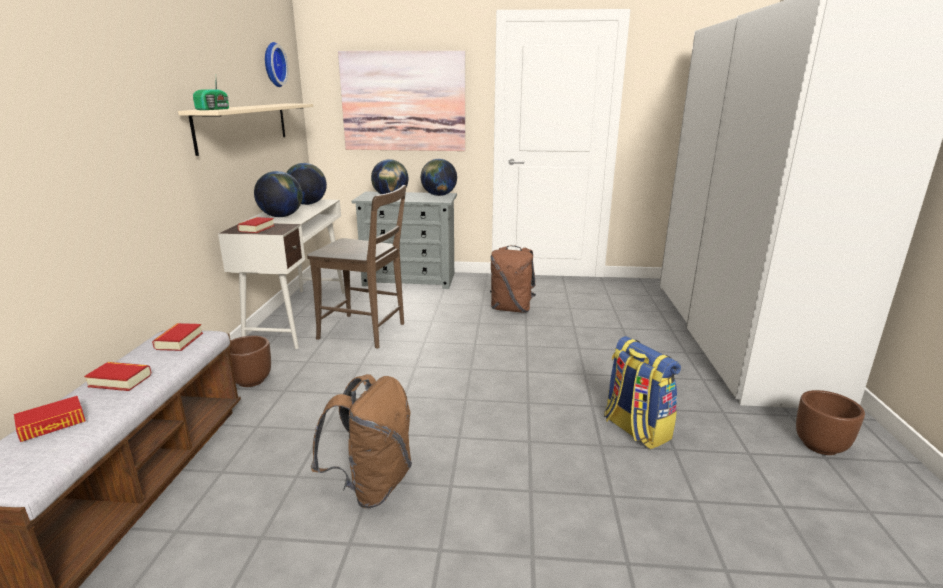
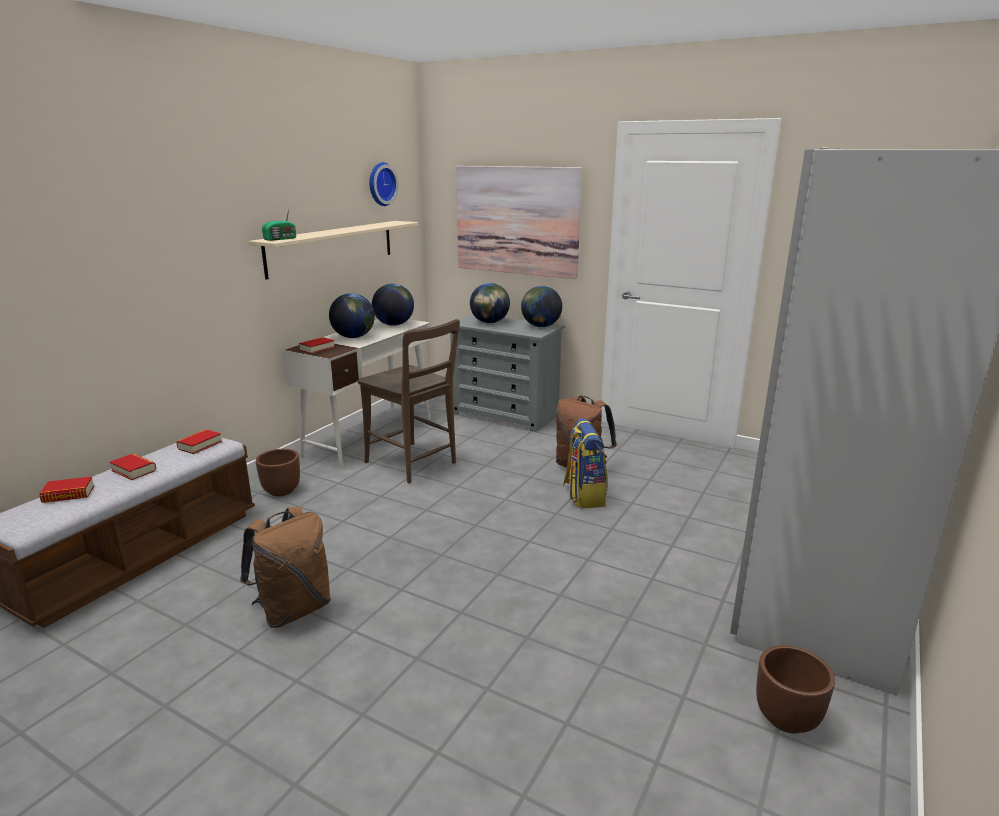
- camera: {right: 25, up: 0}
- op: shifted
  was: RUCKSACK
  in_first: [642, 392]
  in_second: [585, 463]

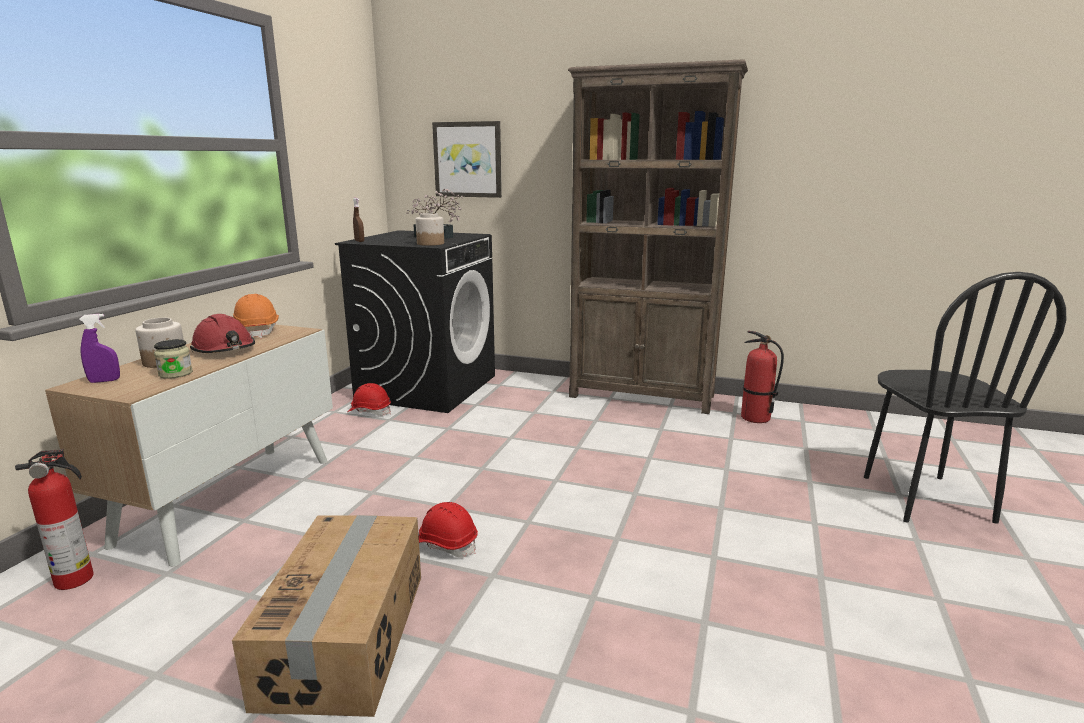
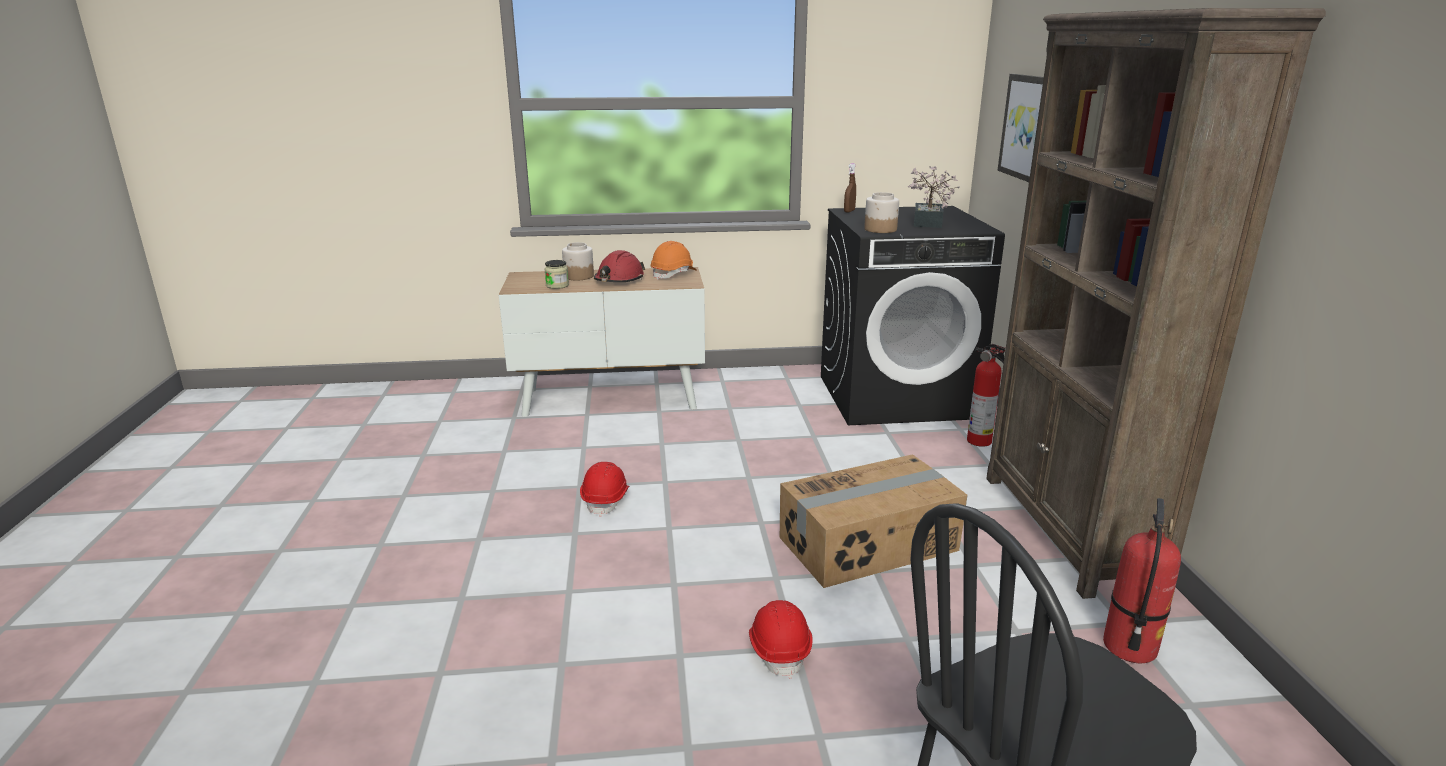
- camera: {right: 65, up: 5}
- op: gone
  was: PURPLISH SPRAYER
  in_first: [99, 348]
- op: shifted
  was: RED-COLOURED SAFETY HELMET
  in_first: [369, 399]
  in_second: [781, 639]
- op: shifted
  was: FIRE EXTINGUISHER
  in_first: [54, 519]
  in_second: [986, 395]
- op: shifted
  was: CARDBOARD BOX
  in_first: [326, 616]
  in_second: [873, 521]

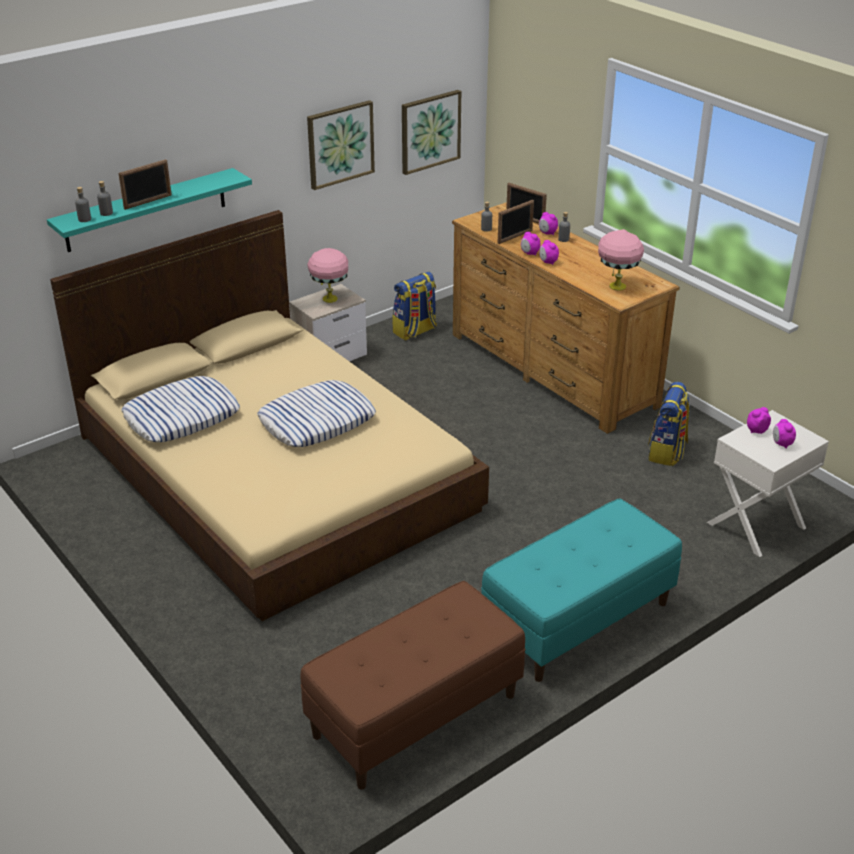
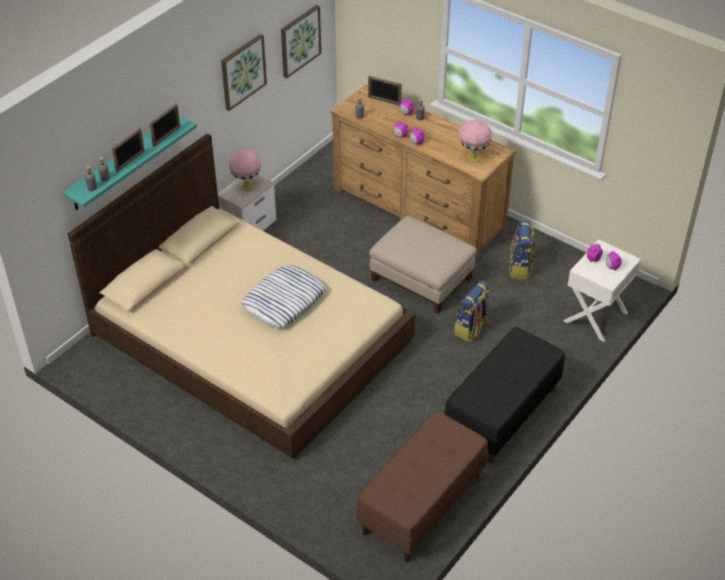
- camera: {right: -15, up: 10}
- op: shifted
  was: PHOTO FRAME
  in_first: [515, 222]
  in_second: [164, 125]
- op: shifted
  was: RUCKSACK
  in_first: [415, 306]
  in_second: [472, 311]
- op: gone
  was: THROW PILLOW
  in_first: [180, 409]
- op: repainted
  was: TURQUOISE BENCH
  now: BLACKISH BENCH
  in_first: [581, 590]
  in_second: [504, 395]
- op: new
  now: BEIGE-COLOURED FOOTREST
  in_second: [423, 264]

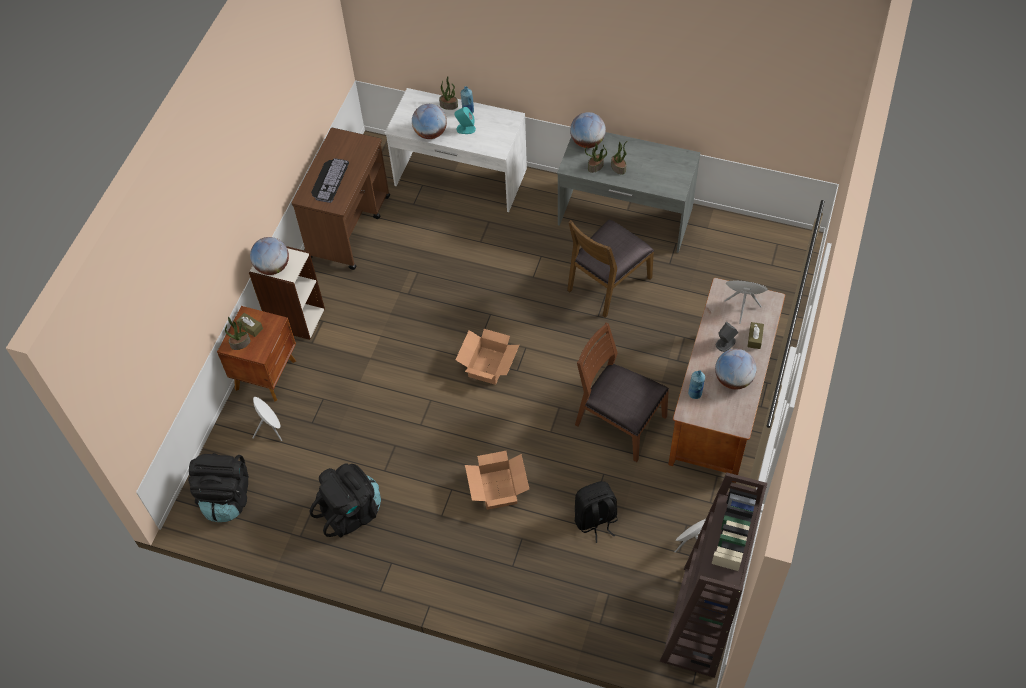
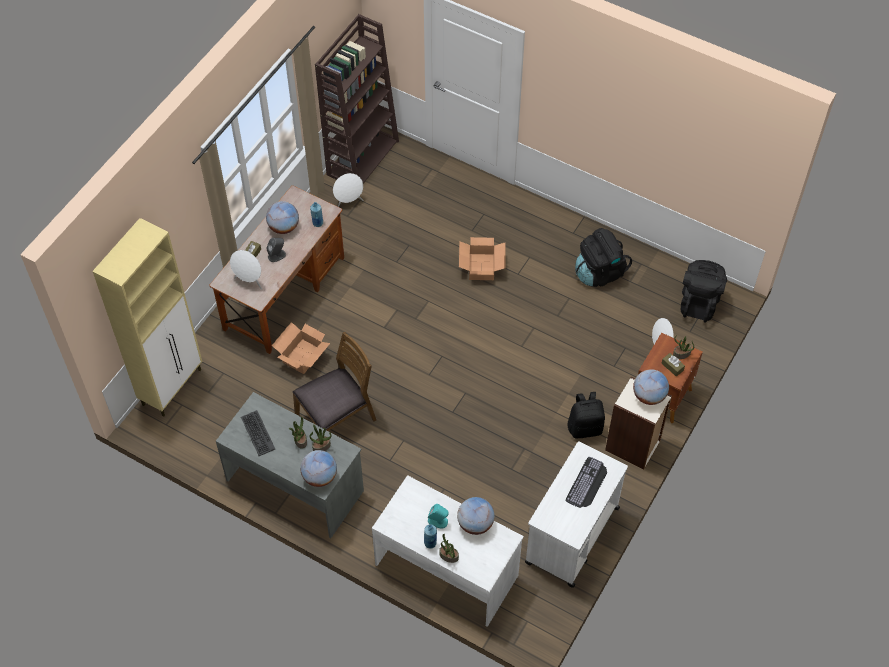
- camera: {right: -170, up: 0}
- op: repainted
  was: BROWN-COLOURED WHEELED CART
  now: WHITE WHEELED CART
  in_first: [340, 199]
  in_second: [576, 515]
- op: gone
  was: BROWN-COLOURED PLAIN CHAIR
  in_first: [622, 392]
- op: shifted
  was: CARDBOARD BOX
  in_first: [487, 357]
  in_second: [301, 348]
- op: shifted
  was: BLACKISH RUCKSACK
  in_first: [596, 512]
  in_second: [586, 415]
- op: new
  now: BEIGE-COLOURED CUPBOARD
  in_second: [147, 317]
- op: new
  now: KEYBOARD
  in_second: [258, 433]

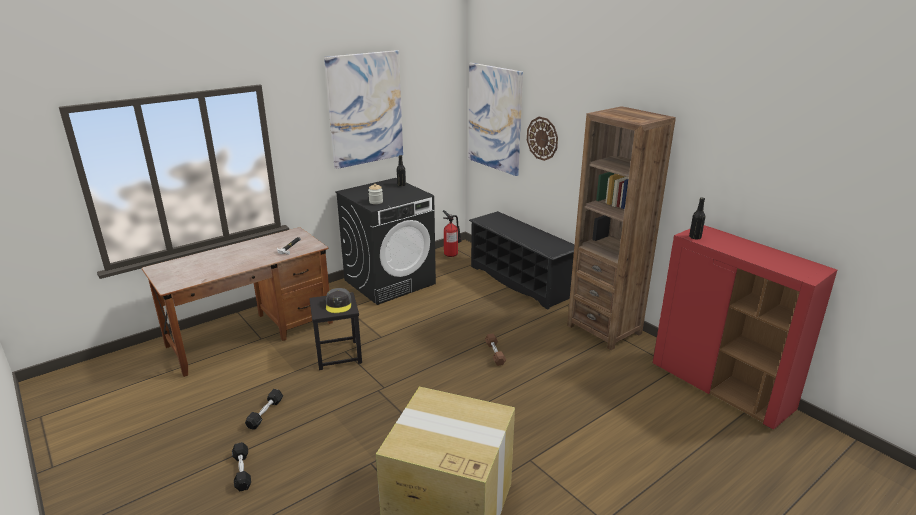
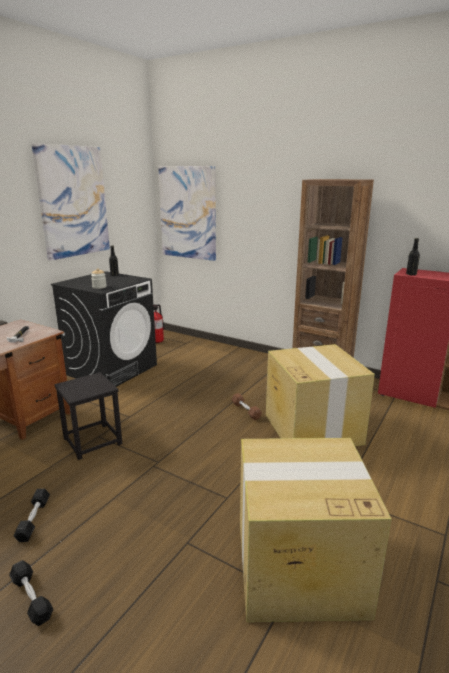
- camera: {right: -20, up: -5}
- op: gone
  was: HANGING CLOCK
  in_first: [542, 139]
- op: gone
  was: BLACKISH SHOE SHELF
  in_first: [522, 260]
- op: gone
  was: GRAY CAP
  in_first: [338, 300]
- op: new
  now: CARDBOARD BOX
  in_second: [320, 395]

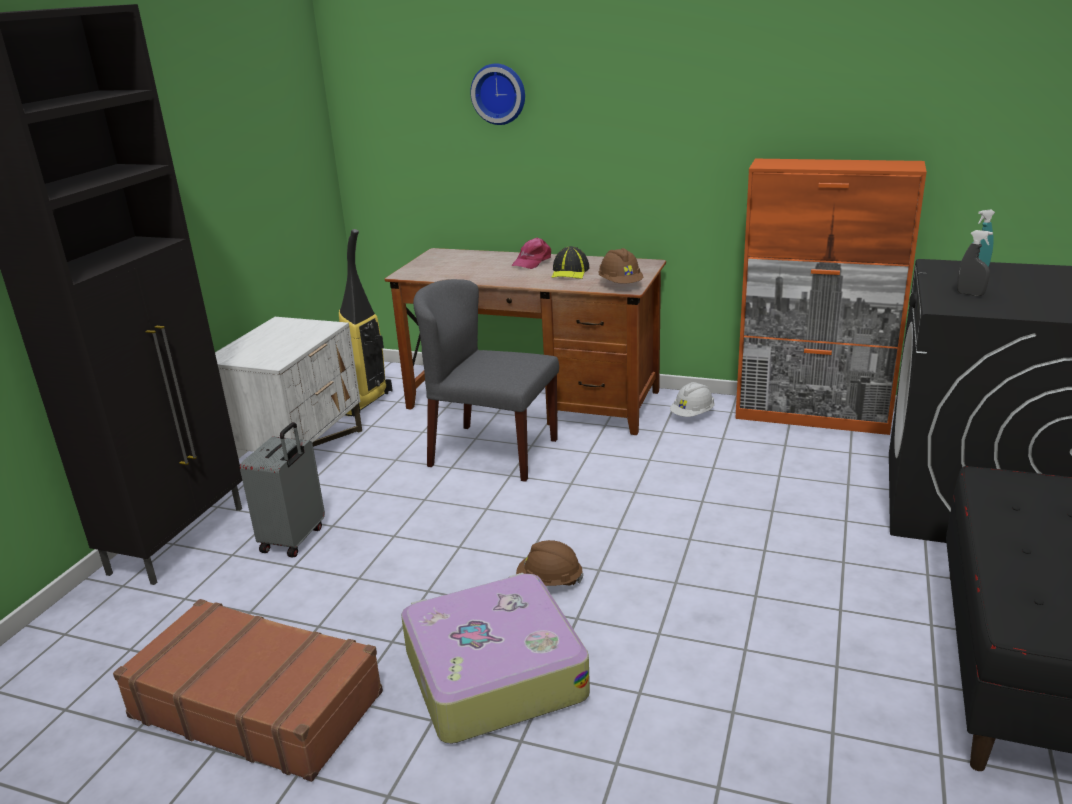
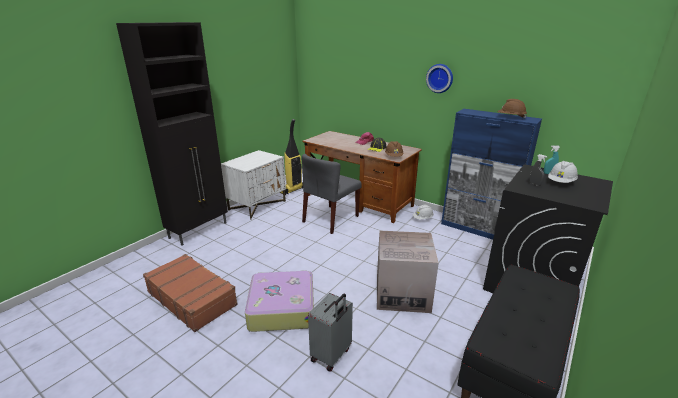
- camera: {right: 15, up: 0}
- op: shifted
  was: HANGING CLOCK
  in_first: [497, 94]
  in_second: [439, 78]
- op: repainted
  was: ORANGE-COLOURED CUPBOARD
  now: BLUISH CUPBOARD
  in_first: [831, 297]
  in_second: [491, 174]
- op: rotated
  was: GRAY PLAIN CHAIR
  in_first: [486, 380]
  in_second: [332, 194]
  clockwise: -90
- op: shifted
  was: GRAY TRAVEL CASE
  in_first: [282, 489]
  in_second: [330, 332]
- op: shifted
  was: BROWN-COLOURED SAFETY HELMET
  in_first: [550, 563]
  in_second: [512, 109]
- op: new
  now: WHITE SAFETY HELMET
  in_second: [563, 172]
- op: new
  now: CARDBOARD BOX
  in_second: [408, 271]

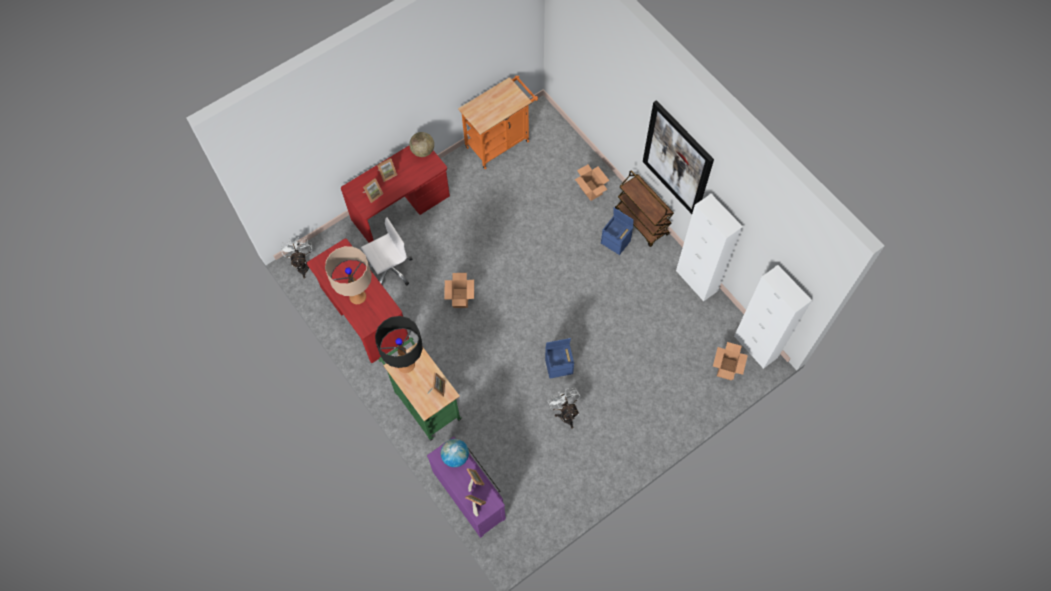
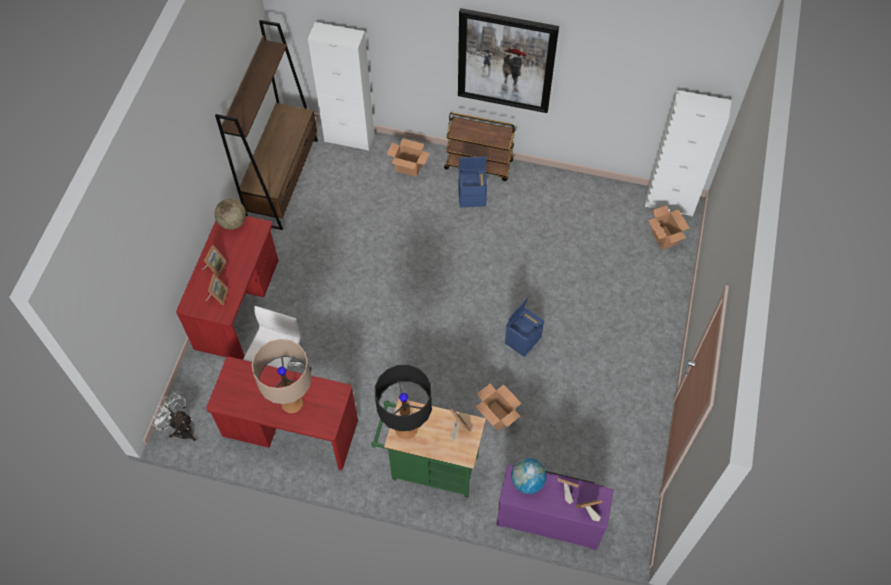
- camera: {right: -40, up: -5}
- op: swapped
  was: ORANGE-COLOURED WHEELED CART
  now: BROWN-COLOURED BOOKCASE
  in_first: [498, 122]
  in_second: [266, 125]
- op: shifted
  was: WHITE CUPBOARD
  in_first: [709, 248]
  in_second: [341, 86]
- op: shifted
  was: CARDBOARD BOX
  in_first: [459, 290]
  in_second: [498, 407]
- op: gone
  was: WHITE FAN
  in_first: [564, 408]

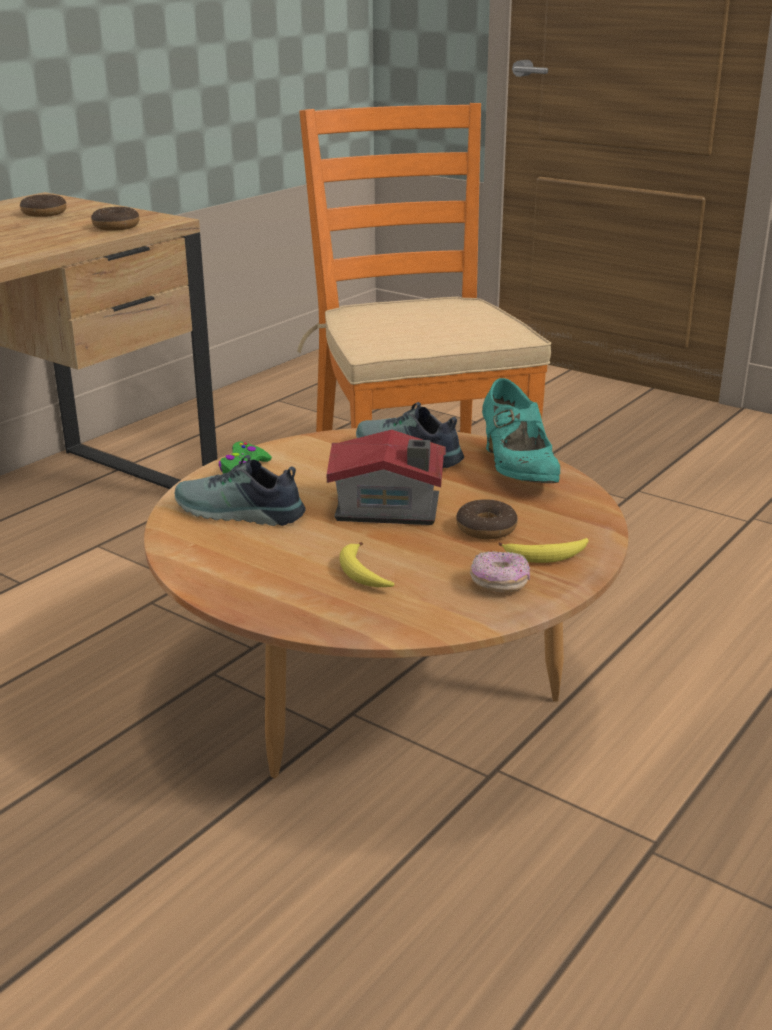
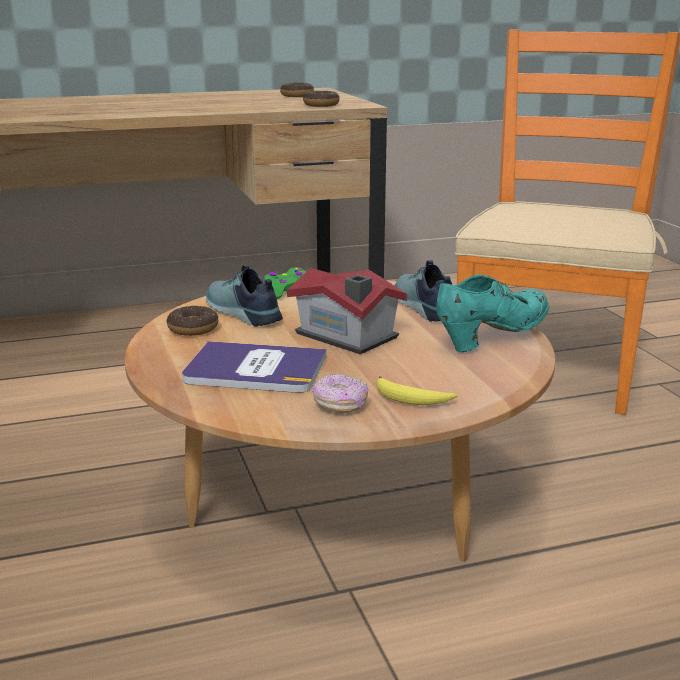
- camera: {right: 35, up: -5}
- op: rotated
  was: TURQUOISE ITEM OF FOOTWEAR
  in_first: [521, 430]
  in_second: [492, 313]
  clockwise: -150
- op: shifted
  was: DONUT
  in_first: [487, 519]
  in_second: [192, 321]
- op: swapped
  was: BANANA
  now: VOLUME
  in_first: [367, 564]
  in_second: [254, 367]

